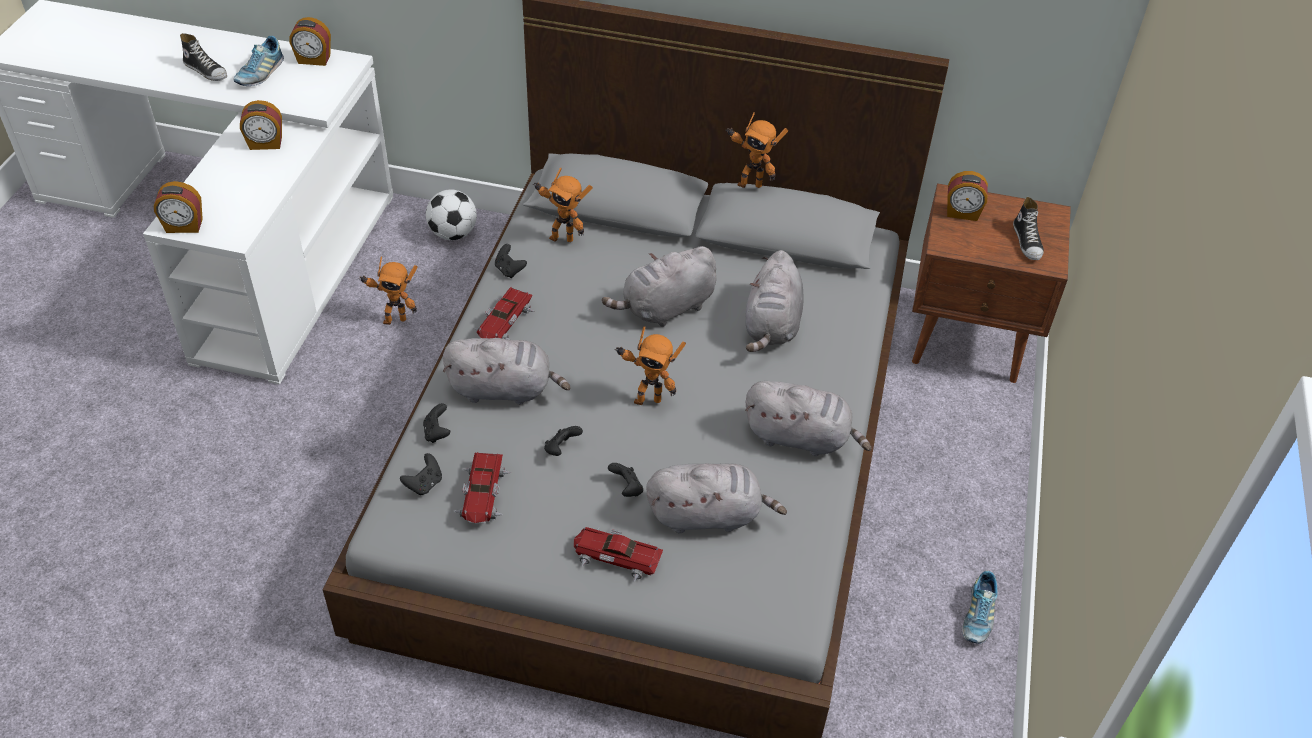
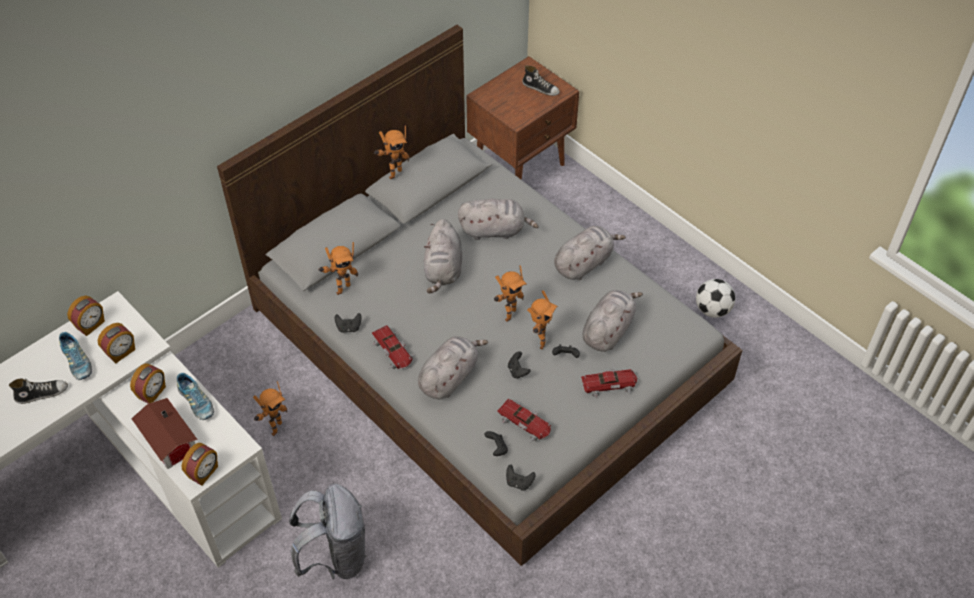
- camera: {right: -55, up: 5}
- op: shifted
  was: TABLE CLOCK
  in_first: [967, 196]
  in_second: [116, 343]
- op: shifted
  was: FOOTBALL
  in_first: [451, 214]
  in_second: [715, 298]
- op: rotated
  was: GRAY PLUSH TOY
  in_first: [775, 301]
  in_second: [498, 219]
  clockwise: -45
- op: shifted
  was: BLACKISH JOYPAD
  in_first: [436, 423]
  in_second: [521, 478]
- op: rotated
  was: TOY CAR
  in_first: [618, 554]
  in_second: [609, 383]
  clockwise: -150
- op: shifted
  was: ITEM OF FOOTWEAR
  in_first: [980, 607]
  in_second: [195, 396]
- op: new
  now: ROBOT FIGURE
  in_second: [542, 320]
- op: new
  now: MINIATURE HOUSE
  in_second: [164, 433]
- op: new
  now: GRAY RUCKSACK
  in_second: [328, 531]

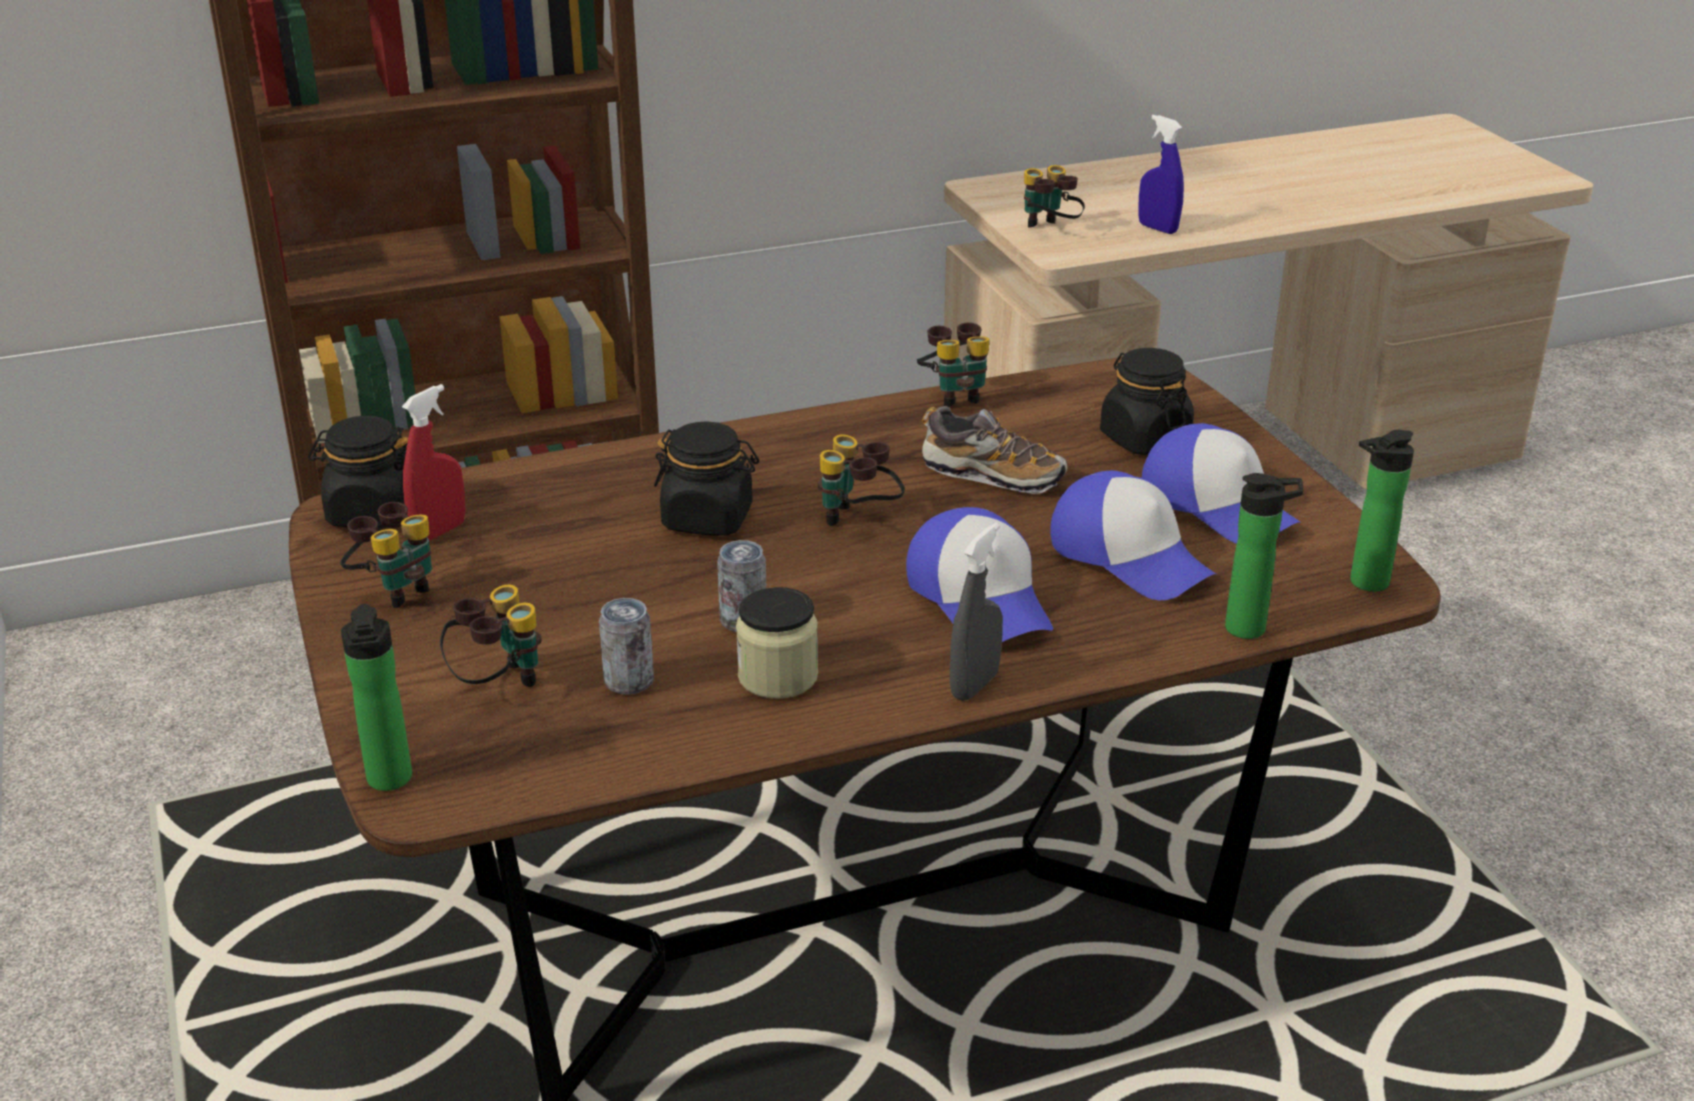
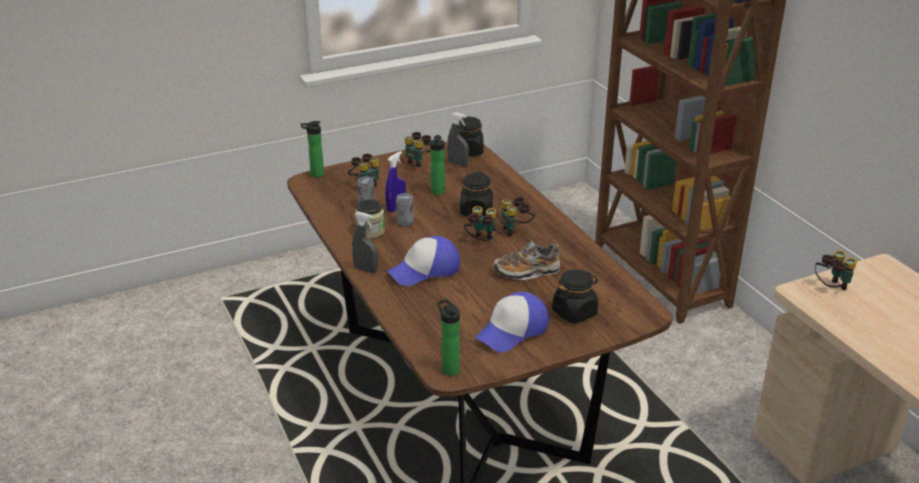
- camera: {right: 85, up: 0}
- op: shifted
  was: BLUISH SPRAYER
  in_first: [1161, 174]
  in_second: [395, 181]
- op: shifted
  was: FIELD GLASSES
  in_first: [953, 364]
  in_second: [517, 216]
- op: repainted
  was: RED-COLOURED SPRAYER
  now: GRAY SPRAYER
  in_first: [434, 462]
  in_second: [458, 139]
- op: rotated
  was: ITEM OF FOOTWEAR
  in_first: [994, 450]
  in_second: [527, 260]
  clockwise: 60
- op: gone
  was: CAP
  in_first: [1133, 535]
- op: shifted
  was: BEVERAGE BOTTLE
  in_first: [1264, 556]
  in_second: [437, 165]

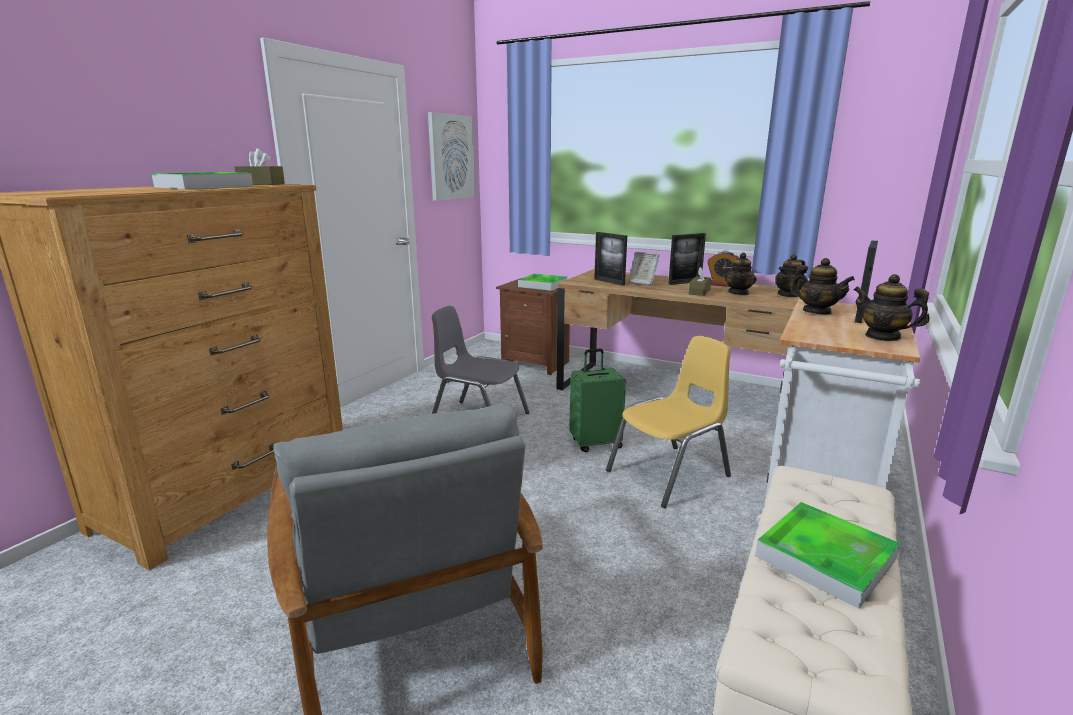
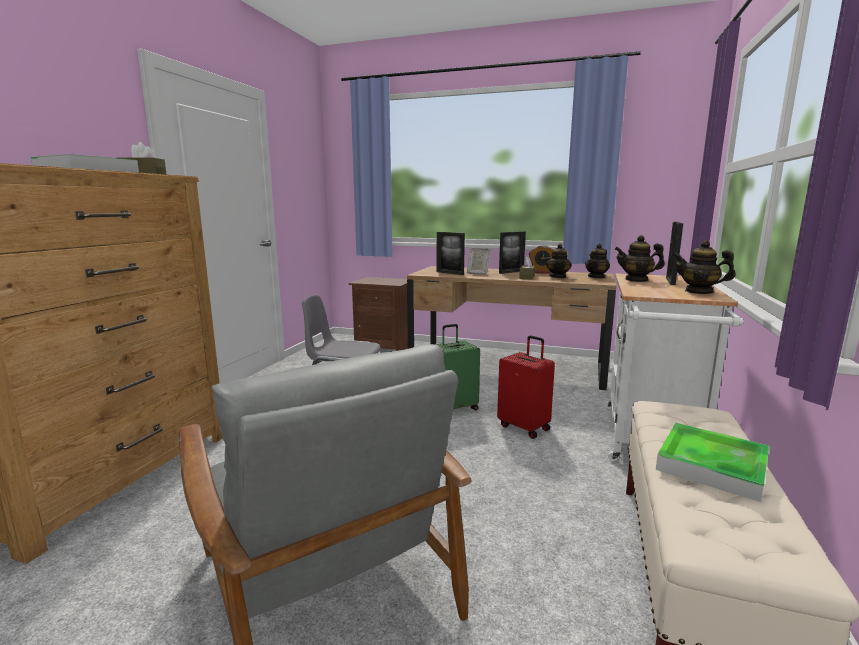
- camera: {right: -10, up: -5}
- op: gone
  was: PICTURE
  in_first: [451, 156]
- op: rotated
  was: TEA POT
  in_first: [822, 286]
  in_second: [640, 258]
  clockwise: 150
- op: gone
  was: CARRYING TRAY
  in_first: [542, 282]
- op: swapped
  was: YELLOWISH PLAIN CHAIR
  now: RED-COLOURED TRAVEL CASE
  in_first: [668, 422]
  in_second: [526, 387]

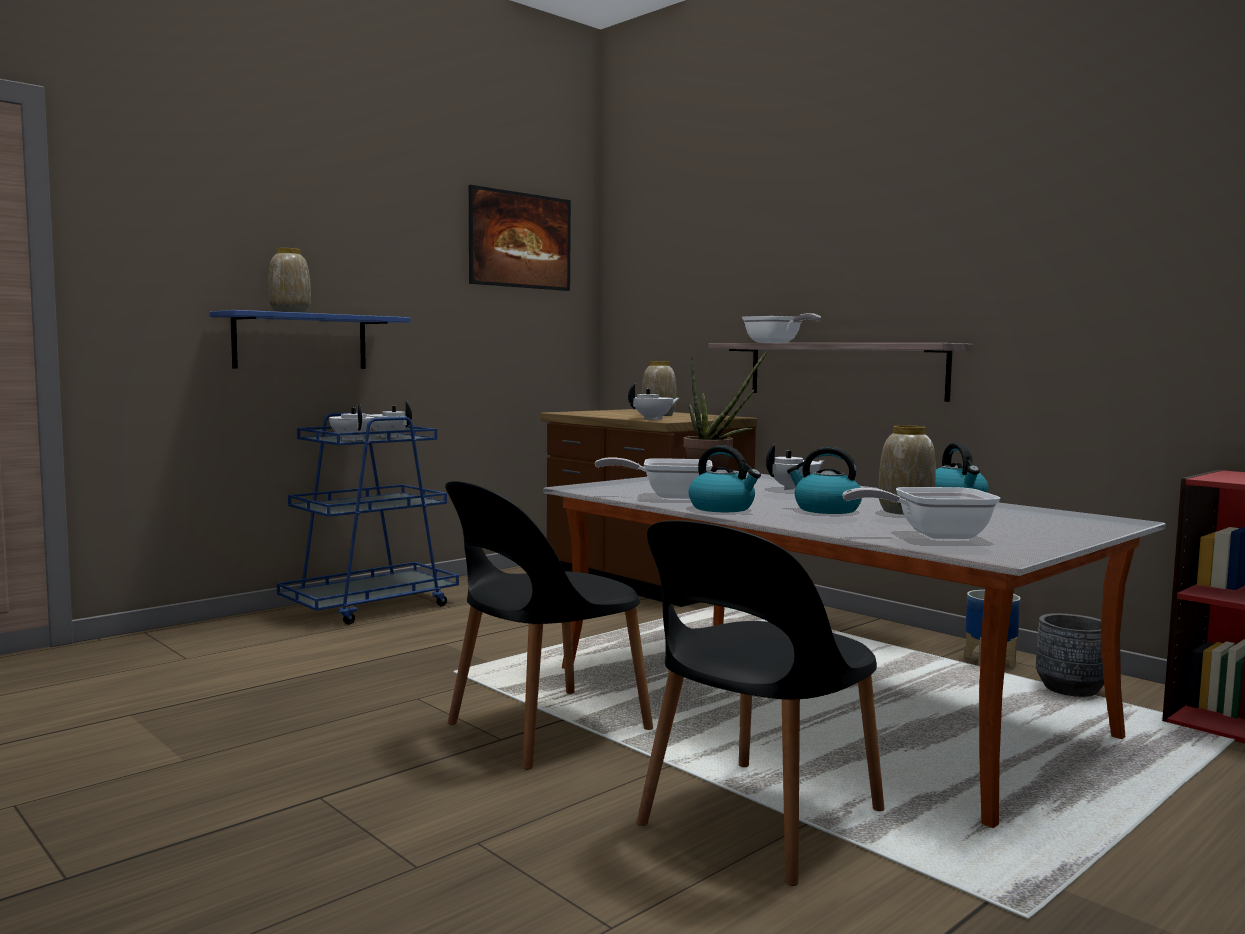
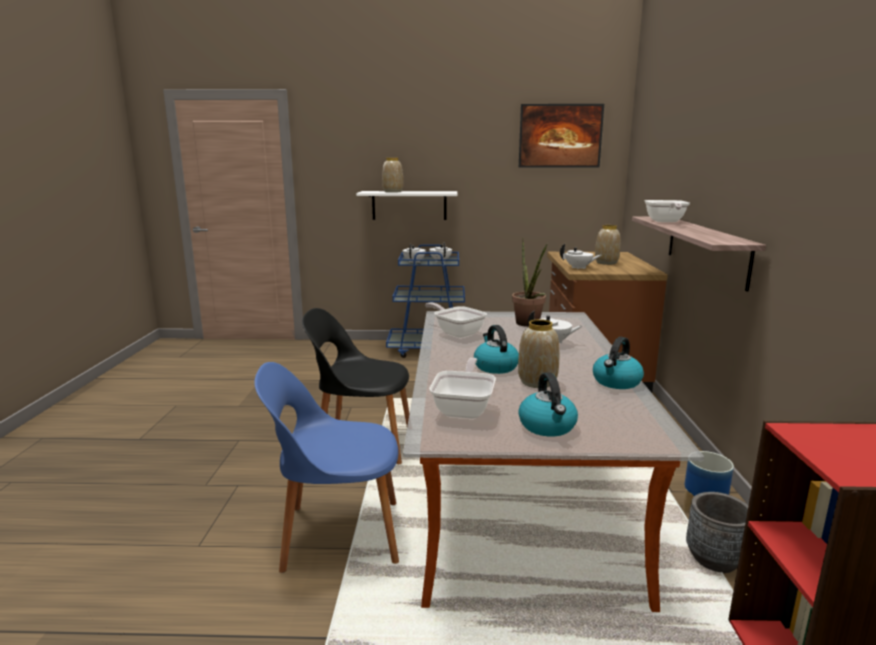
- camera: {right: 45, up: 10}
- op: repainted
  was: BLUISH SHELF
  now: WHITE SHELF
  in_first: [310, 339]
  in_second: [406, 205]
- op: shifted
  was: TEA KETTLE
  in_first: [724, 478]
  in_second: [548, 404]
- op: rotated
  was: PAN
  in_first: [921, 513]
  in_second: [462, 388]
  clockwise: 60
- op: repainted
  was: BLACKISH PLAIN CHAIR
  now: BLUISH PLAIN CHAIR
  in_first: [761, 703]
  in_second: [326, 467]

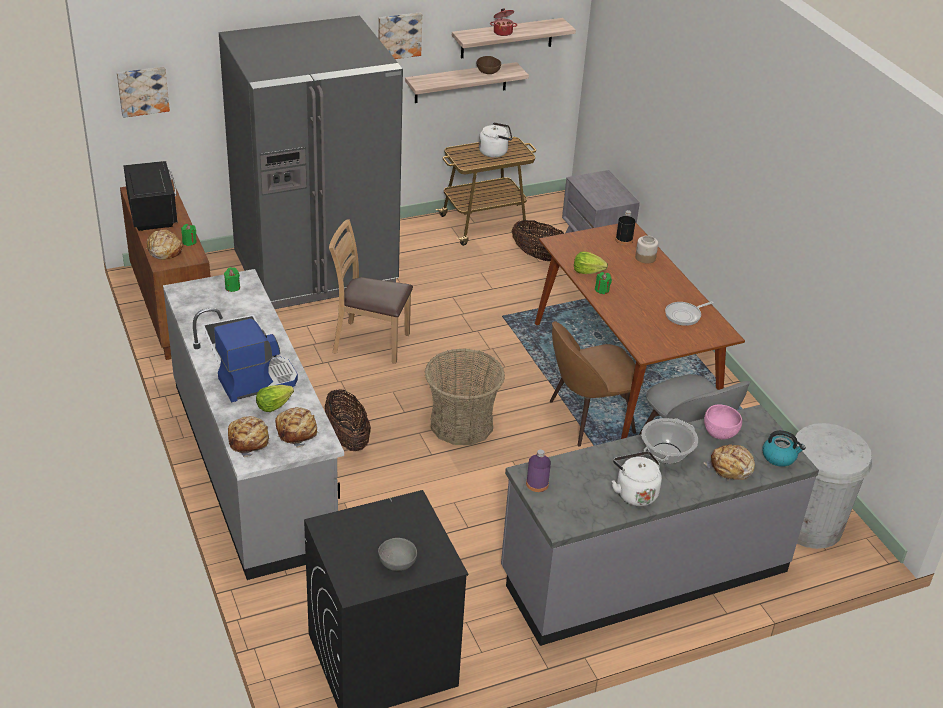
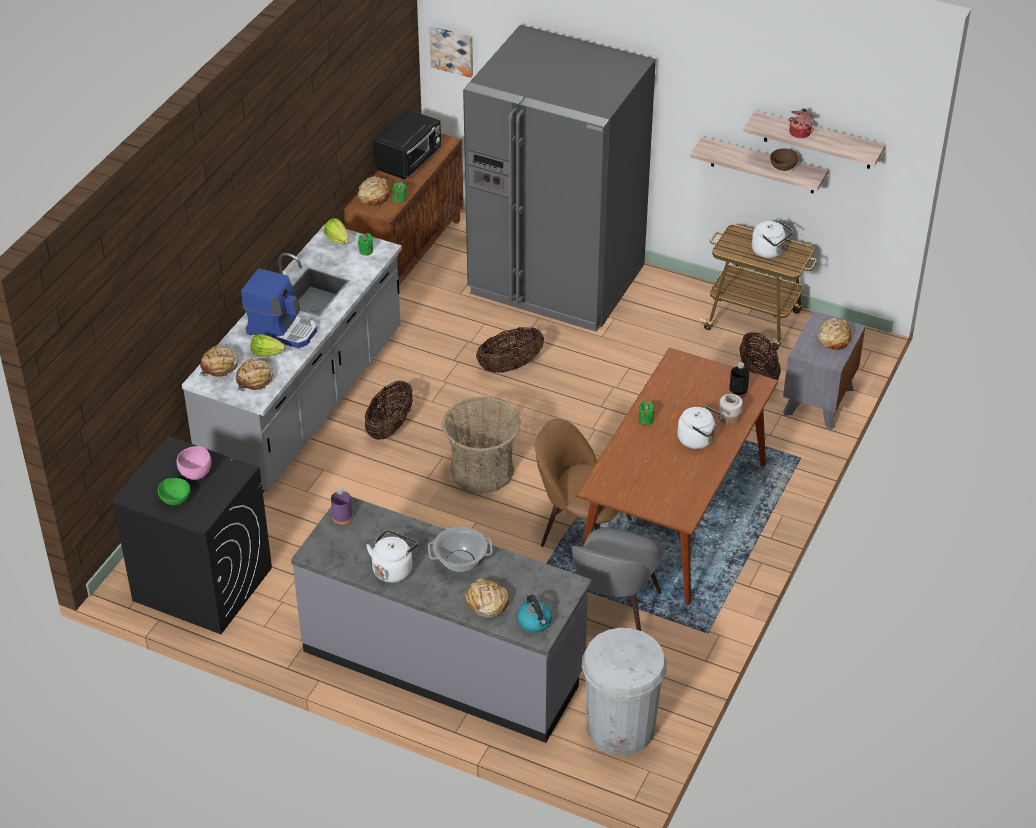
- camera: {right: 50, up: 5}
- op: gone
  was: PICTURE
  in_first: [400, 35]
- op: swapped
  was: BROWN-COLOURED PLAIN CHAIR
  now: STORAGE BASKET
  in_first: [371, 291]
  in_second: [510, 350]
- op: shifted
  was: HEAD OF LETTUCE
  in_first: [591, 262]
  in_second: [336, 231]
- op: gone
  was: PAN
  in_first: [689, 313]
- op: shifted
  was: PINKISH BOWL
  in_first: [723, 422]
  in_second: [194, 463]
- op: repainted
  was: GRAY BOWL
  now: GREEN-COLOURED BOWL
  in_first: [397, 554]
  in_second: [174, 491]
- op: new
  now: BAKERY BREAD
  in_second: [834, 334]
- op: new
  now: WHITE TEA KETTLE
  in_second: [699, 427]

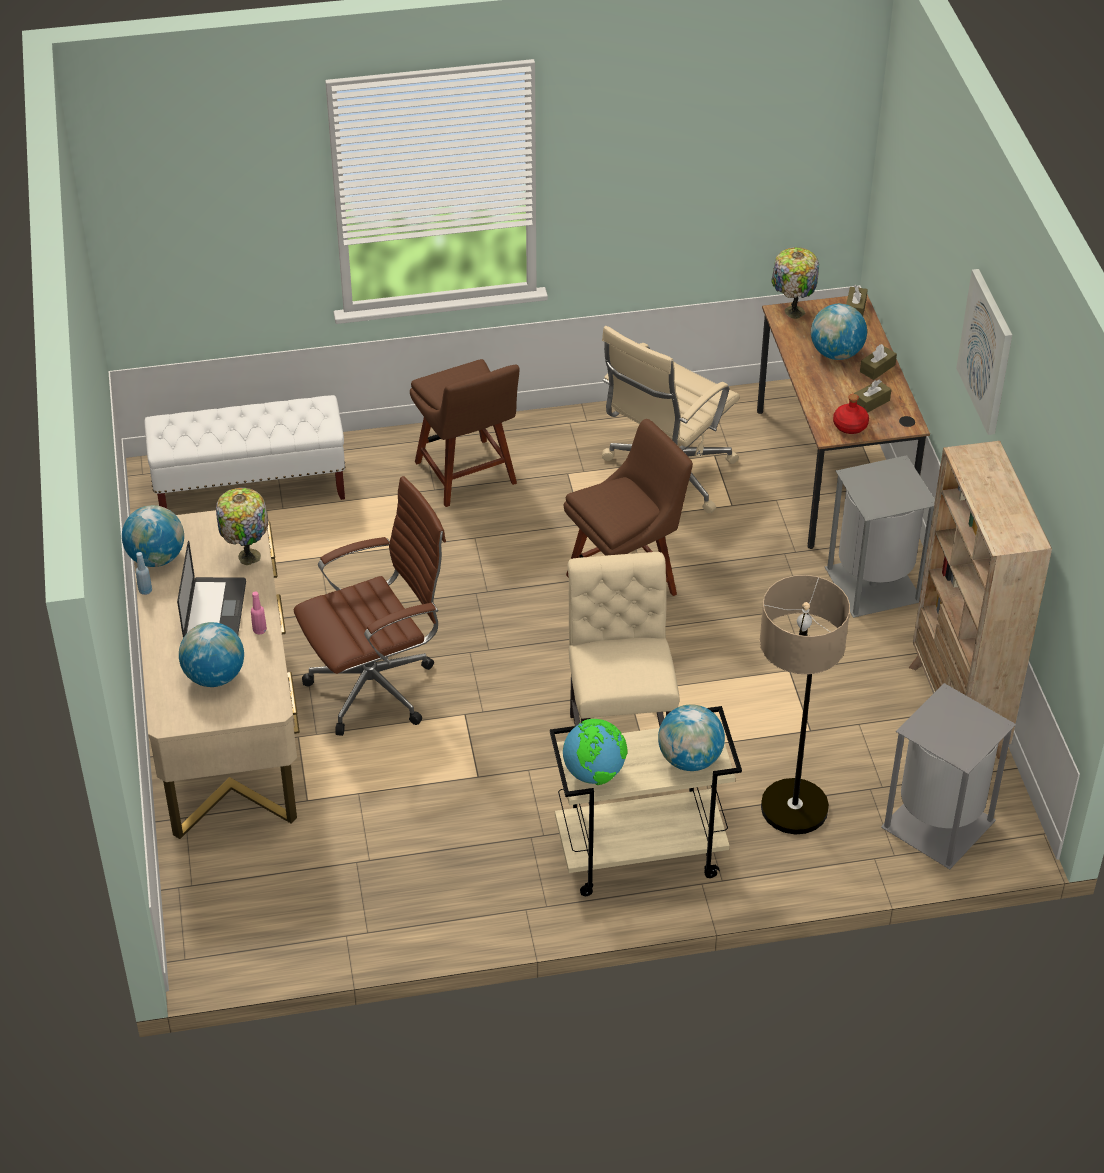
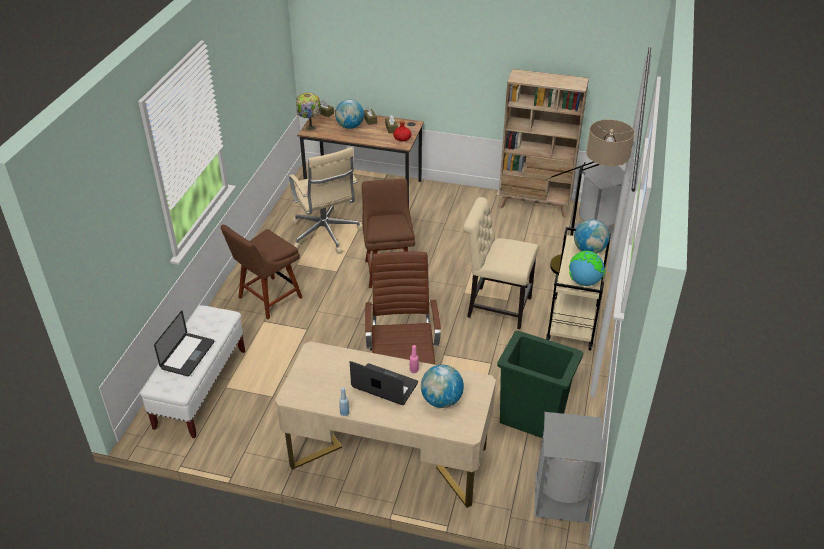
- camera: {right: -65, up: -5}
- op: gone
  was: PICTURE
  in_first: [984, 352]
- op: rotated
  was: BROWN-COLOURED PLAIN CHAIR
  in_first: [465, 433]
  in_second: [261, 272]
  clockwise: 135
- op: shifted
  was: GRAY WASTE BIN
  in_first: [880, 536]
  in_second: [568, 467]
- op: gone
  was: LAMP FOR A TABLE
  in_first: [242, 526]
- op: gone
  was: WORLD GLOBE
  in_first: [153, 536]
- op: new
  now: PORTABLE COMPUTER
  in_second: [184, 343]
- op: new
  now: GREEN-COLOURED WASTE BIN
  in_second: [540, 384]

